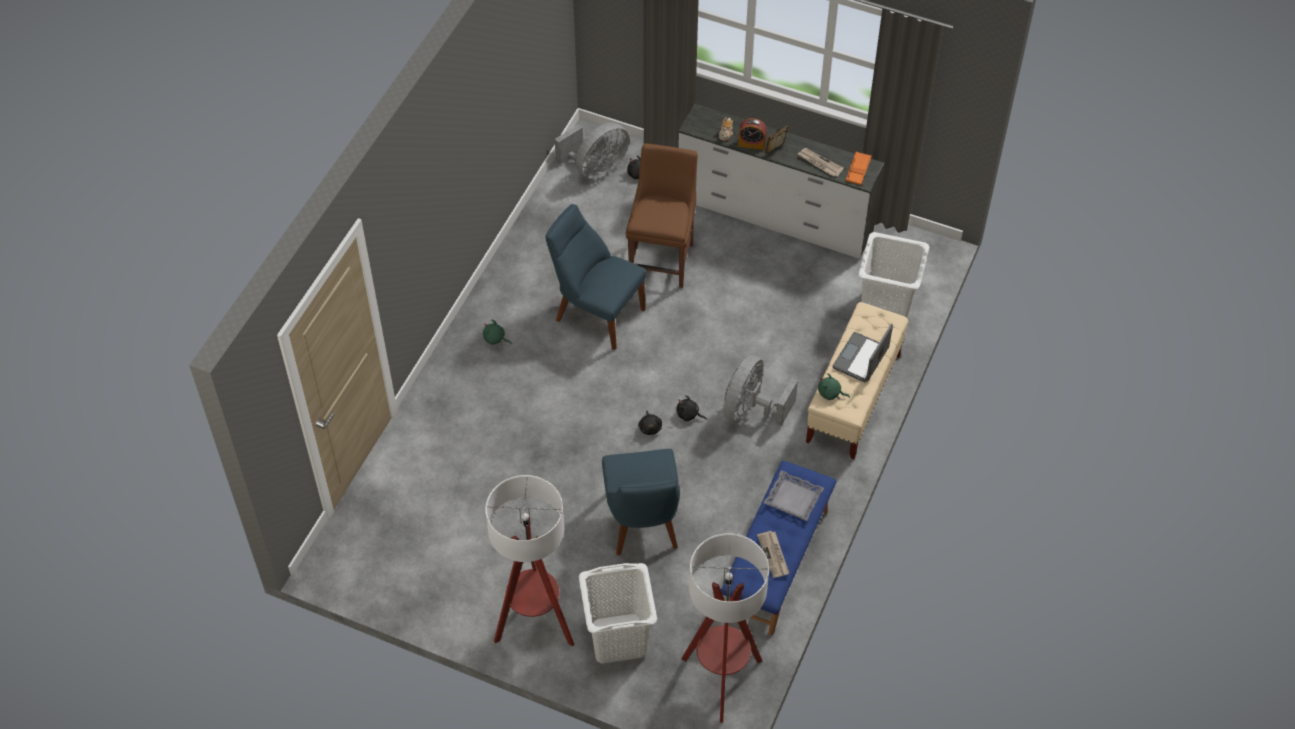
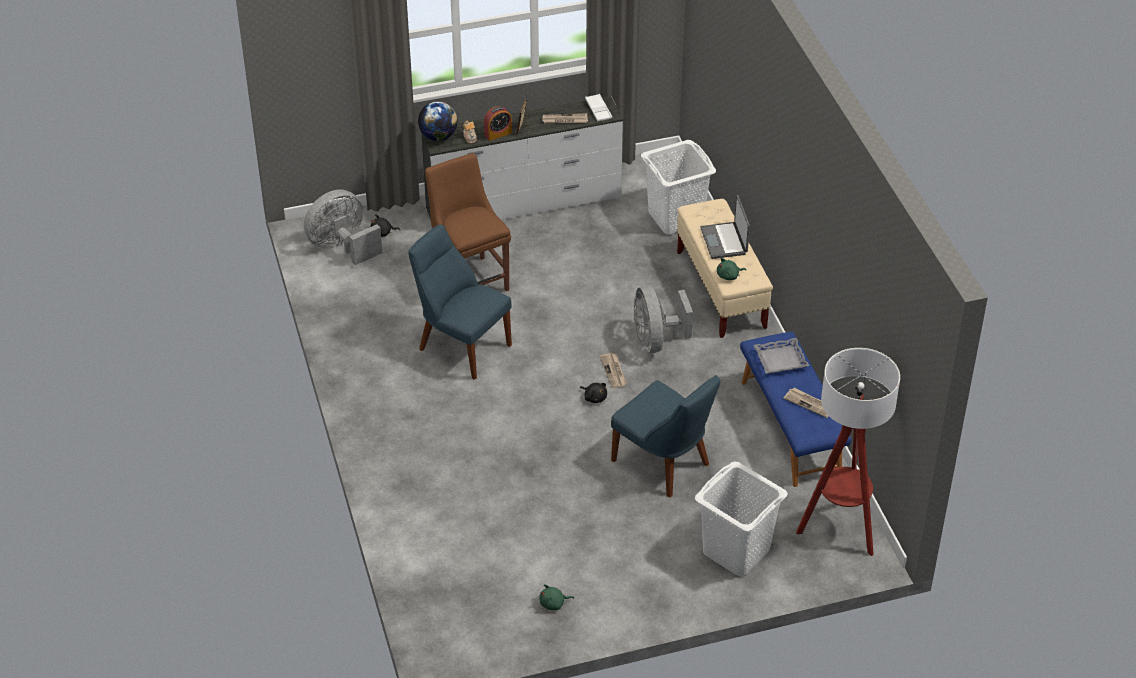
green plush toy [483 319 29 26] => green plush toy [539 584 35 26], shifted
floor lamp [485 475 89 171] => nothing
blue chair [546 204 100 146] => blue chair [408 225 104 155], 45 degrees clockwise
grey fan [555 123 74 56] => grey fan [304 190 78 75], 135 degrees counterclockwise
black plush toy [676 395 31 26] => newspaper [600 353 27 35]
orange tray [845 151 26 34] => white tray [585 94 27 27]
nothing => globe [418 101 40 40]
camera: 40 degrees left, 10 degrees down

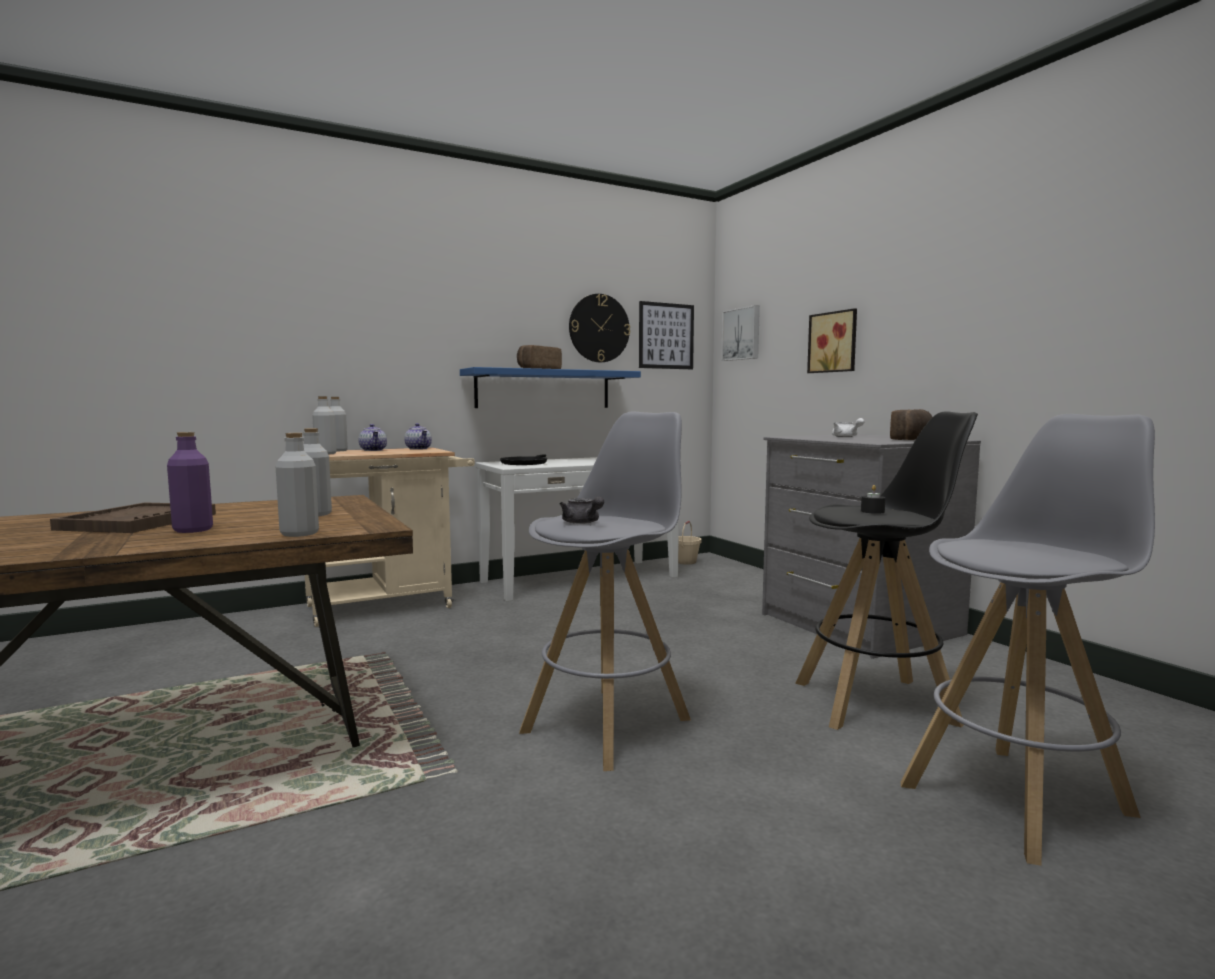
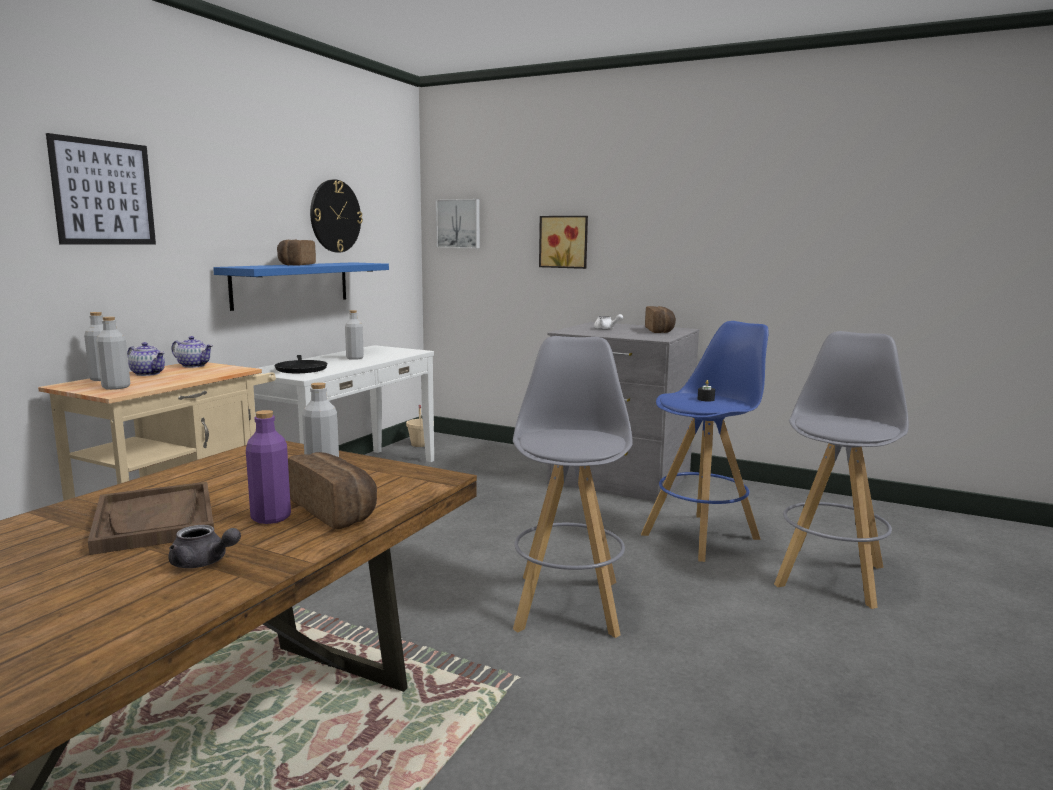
grey bottle [276 433 43 104] => grey bottle [345 310 19 50], shifted
grey teapot [560 496 44 28] => grey teapot [168 525 73 43], shifted
picture [639 301 55 68] => picture [46 133 110 112], shifted
black stool [795 411 183 319] => blue stool [641 321 128 241]
nothing => bread [288 452 89 77]
camera: 35 degrees left, 5 degrees up

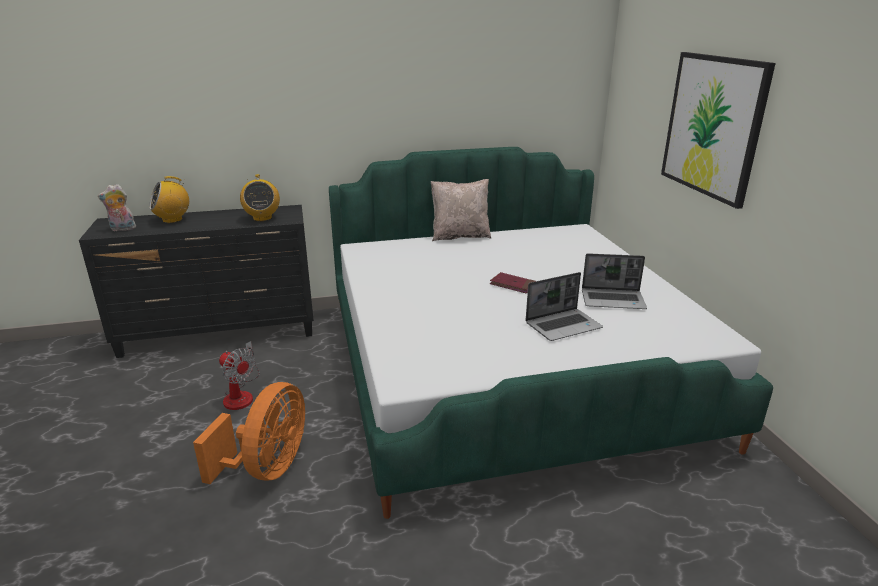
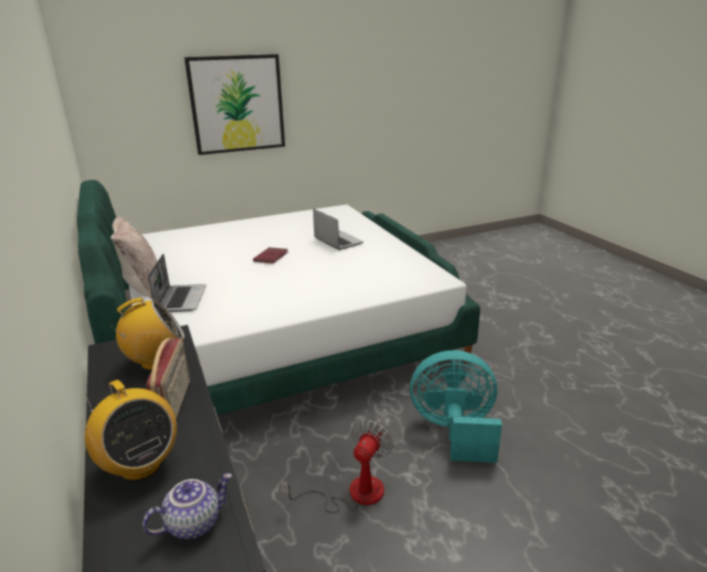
plush toy [98 184 38 47] => teapot [142 473 90 66]
orange fan [193 382 112 102] => turquoise fan [410 350 92 113]
laptop [582 253 65 56] => laptop [148 254 58 58], shifted
nothing => radio [146 338 44 80]
camera: 100 degrees left, 0 degrees up

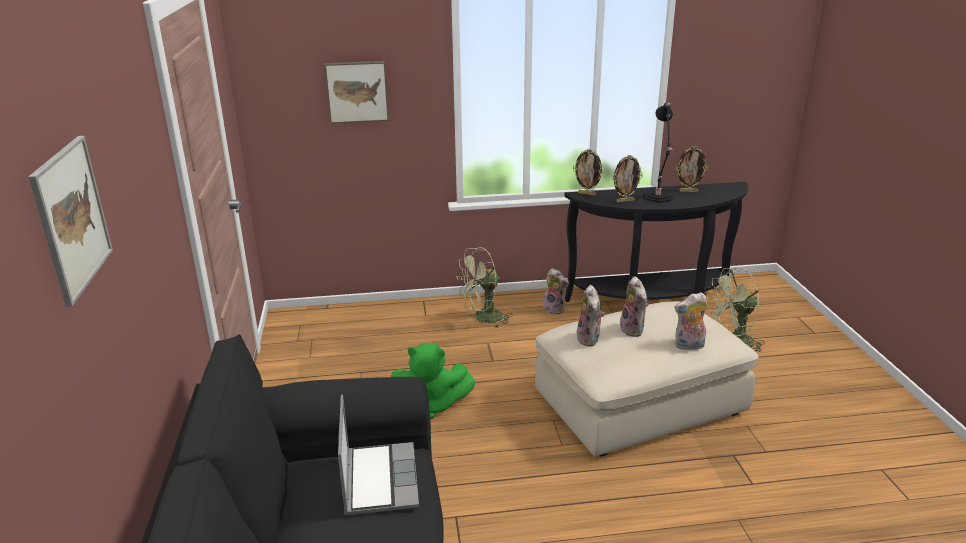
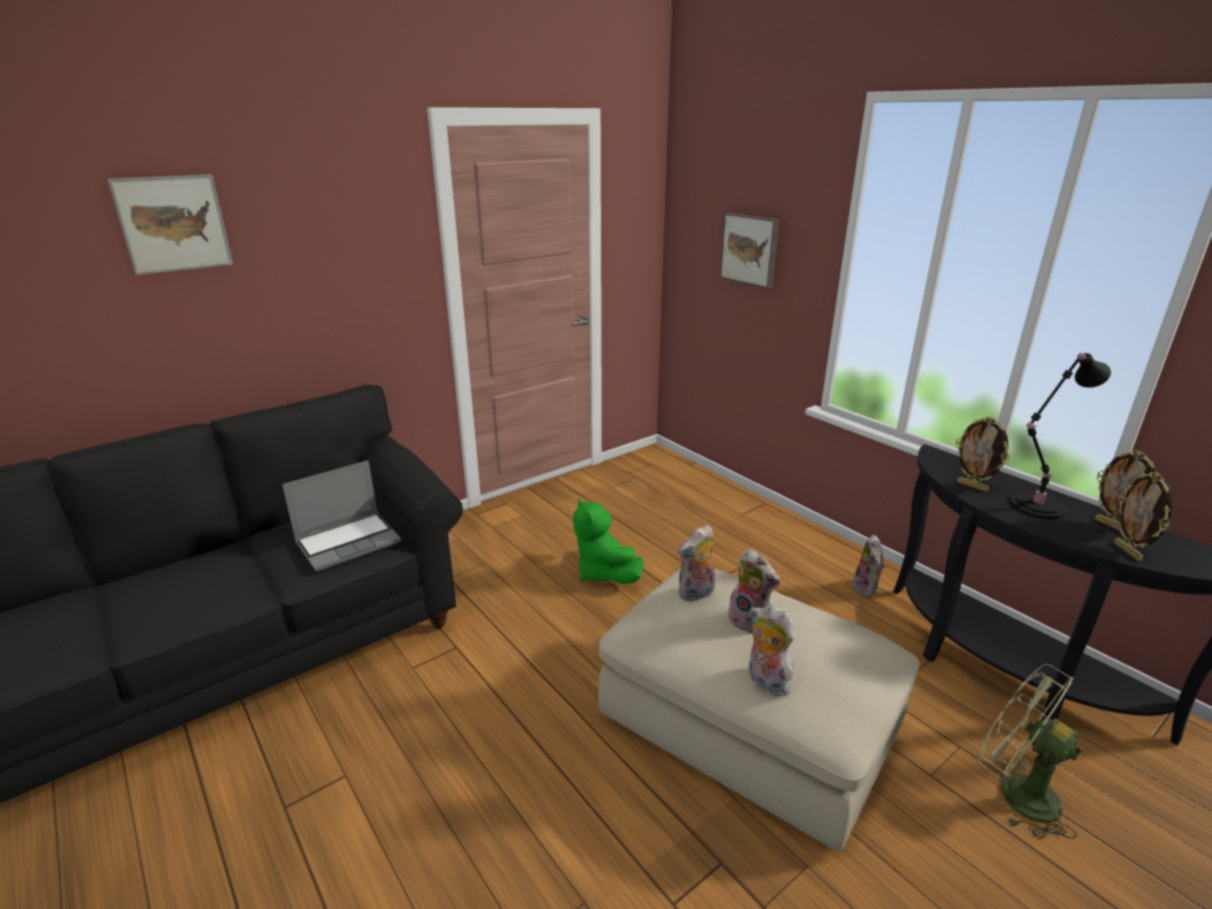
green fan [456 247 57 81] => nothing
picture frame [573 149 30 47] => picture frame [1114 472 59 89], shifted
plush toy [620 276 28 61] => plush toy [728 549 52 85], 90 degrees counterclockwise
camera: 60 degrees right, 0 degrees up

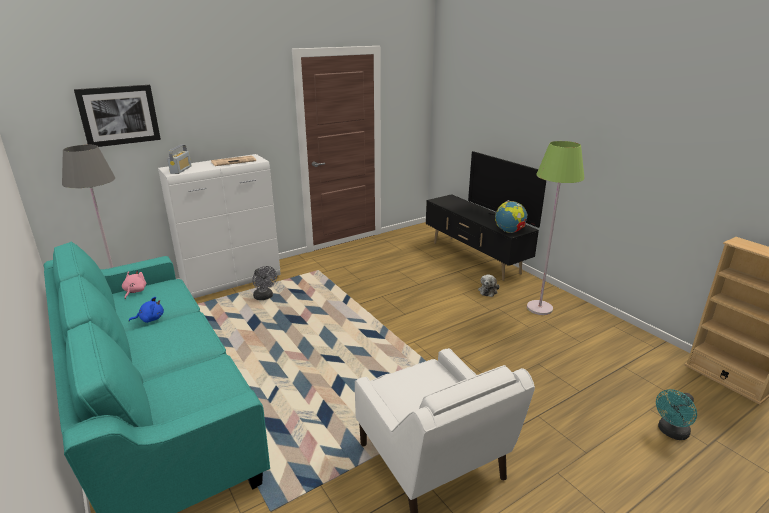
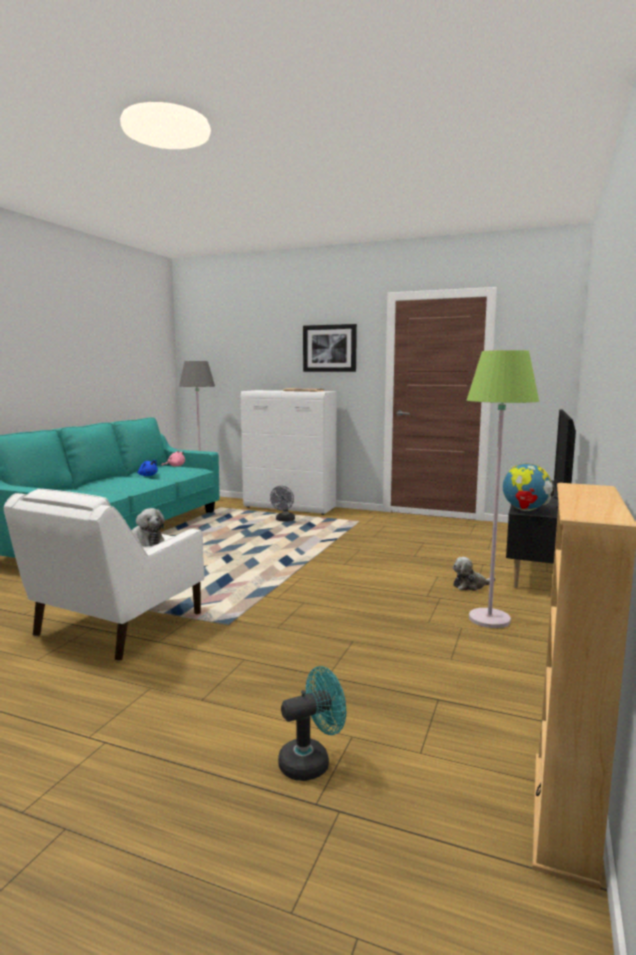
picture [74 85 87 62] => picture [303 324 54 48], shifted
radio [167 144 25 30] => nothing
turquoise fan [656 389 41 51] => turquoise fan [278 666 68 115], 135 degrees clockwise
nothing => plush toy [132 508 33 38]
camera: 55 degrees right, 15 degrees down

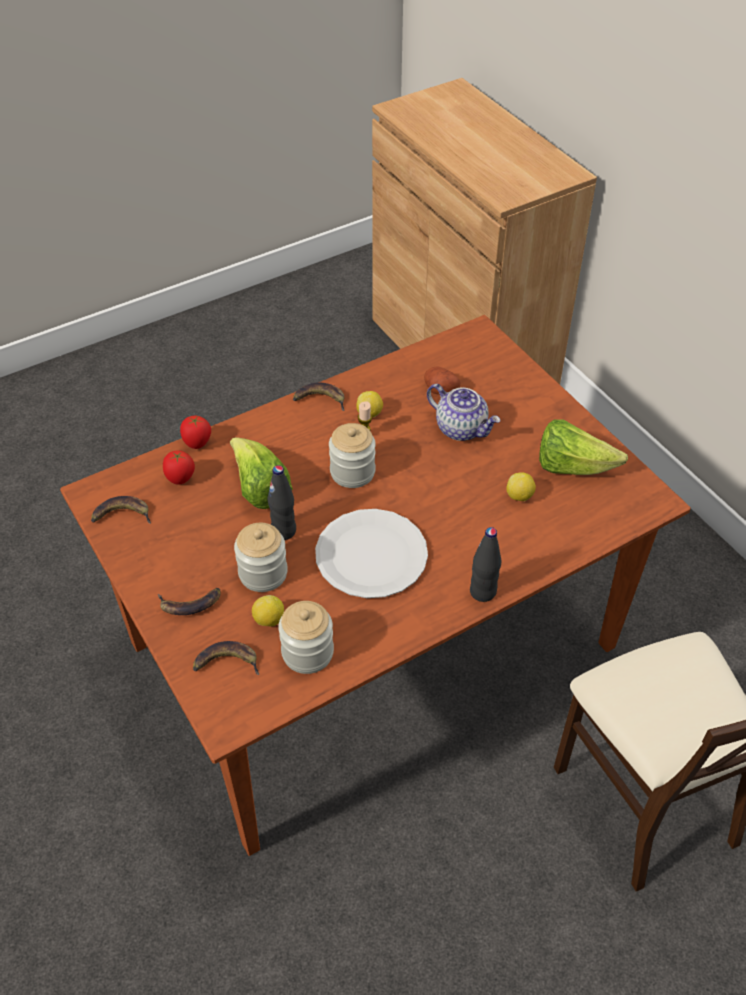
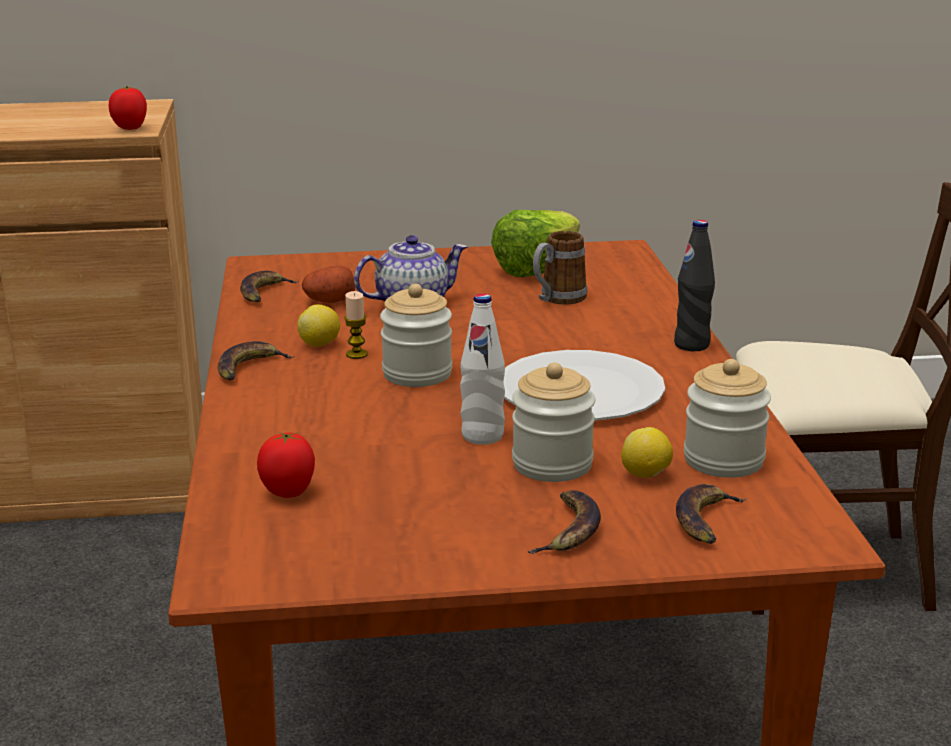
banana [91 496 60 28] => banana [240 271 59 31], shifted
tomato [180 415 31 34] => tomato [109 86 38 44], shifted
lettuce [230 437 63 72] => nothing
black bottle [267 465 29 75] => white bottle [460 294 45 151]
lemon [506 473 30 28] => mug [533 231 54 74]
camera: 65 degrees left, 25 degrees down

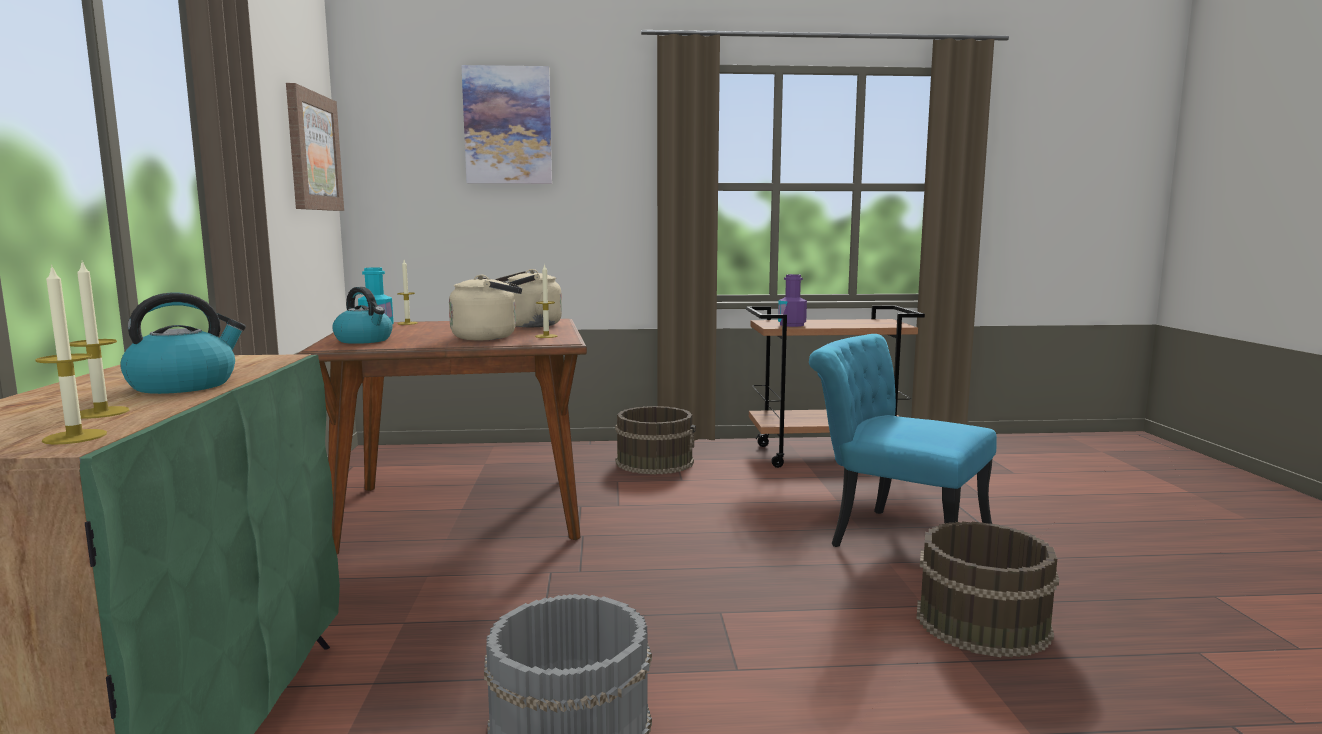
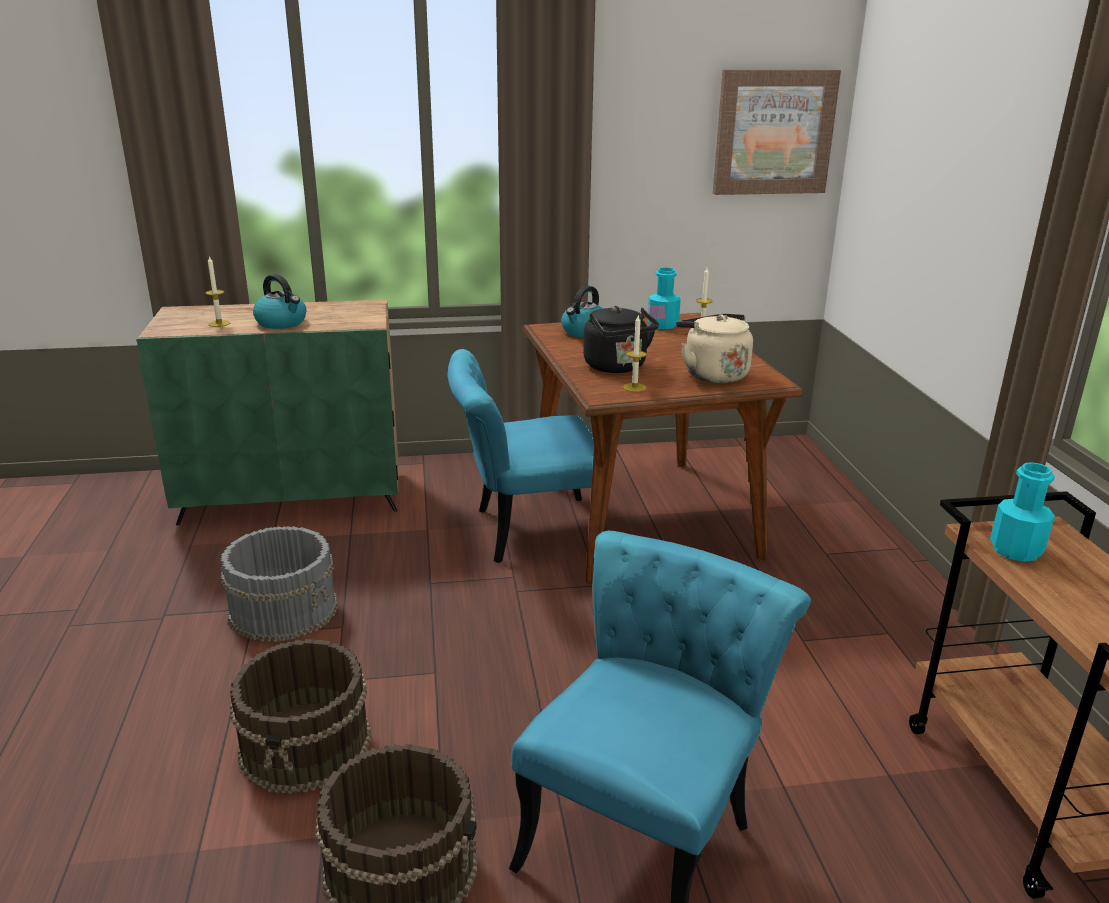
candle [35 265 72 180] => nothing
beige kettle [449 275 73 65] => black kettle [583 306 76 67]
picture [461 65 91 119] => nothing
brown bucket [615 406 81 68] => brown bucket [230 639 141 155], shifted
purple bottle [778 274 29 53] => turquoise bottle [990 462 65 100]
nothing => turquoise chair [447 349 158 214]
camera: 85 degrees right, 15 degrees up

